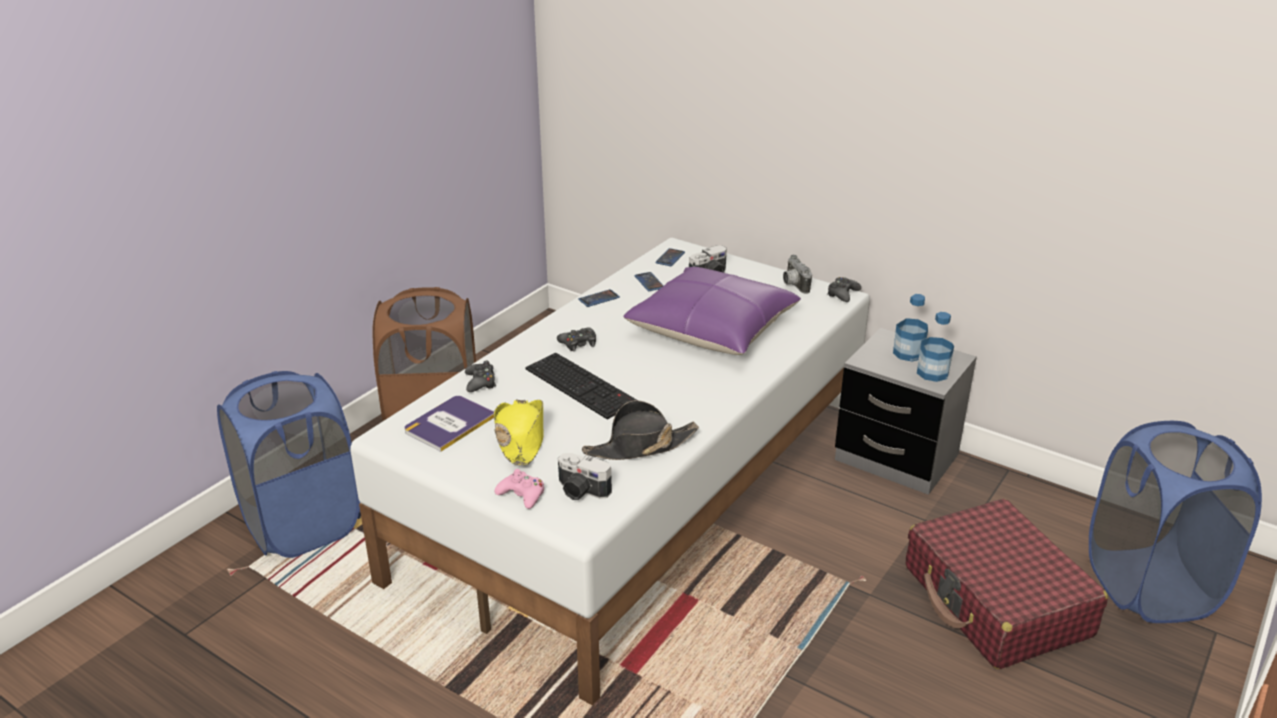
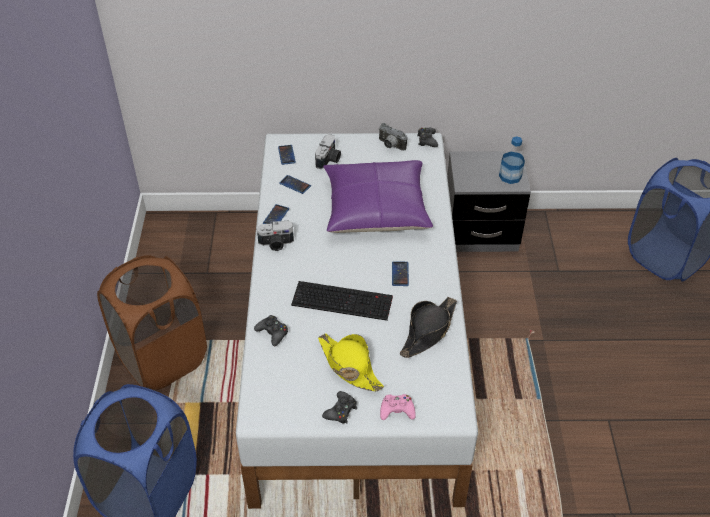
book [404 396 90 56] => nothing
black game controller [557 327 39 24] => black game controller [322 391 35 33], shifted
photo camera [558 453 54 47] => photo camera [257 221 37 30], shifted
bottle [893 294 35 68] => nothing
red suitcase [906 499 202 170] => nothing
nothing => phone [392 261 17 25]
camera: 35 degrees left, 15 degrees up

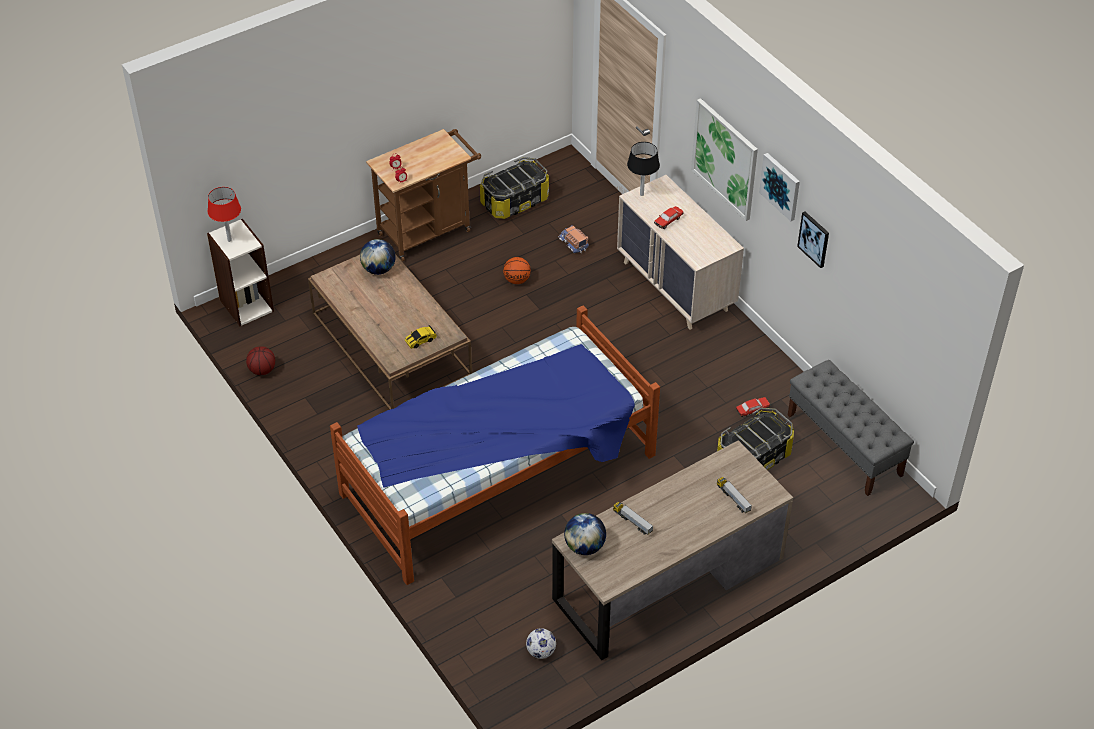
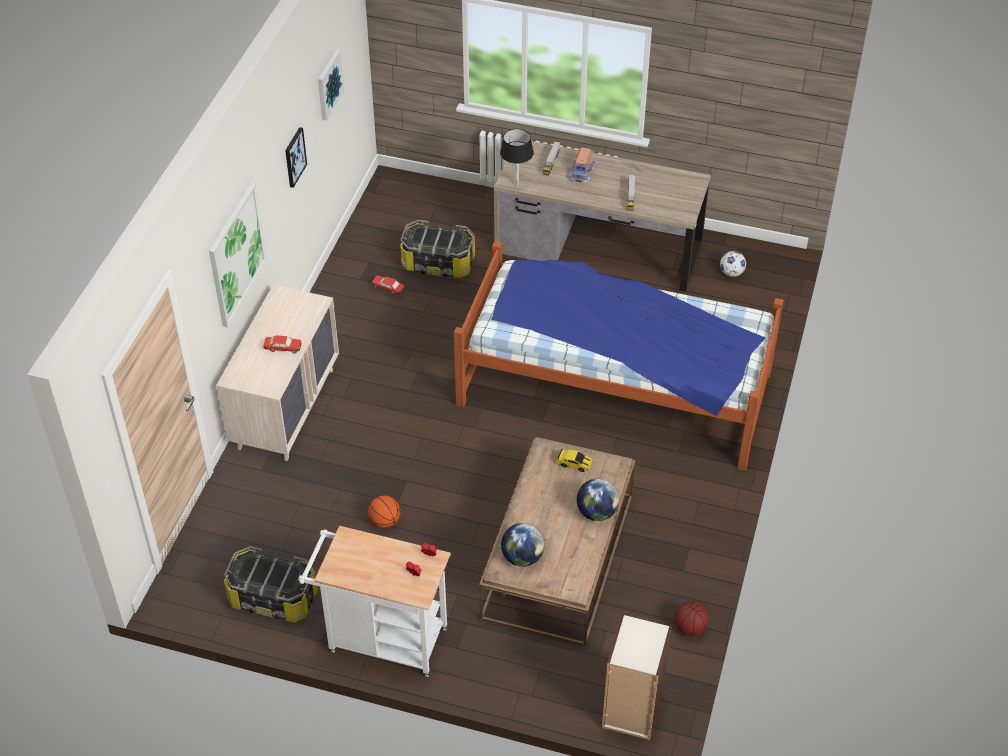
red table lamp [208 187 33 55] => nothing
brown cart [366 129 115 133] => white cart [298 526 153 151]
toy truck [558 226 31 27] => toy truck [569 147 26 36], shifted
globe [564 513 42 42] => globe [577 478 42 43], shifted
black table lamp [627 142 33 54] => black table lamp [500 129 34 57], shifted
picture [759 153 41 68] => picture [318 50 26 71], shifted
grey bench [787 360 127 136] => nothing
camera: 130 degrees left, 0 degrees up

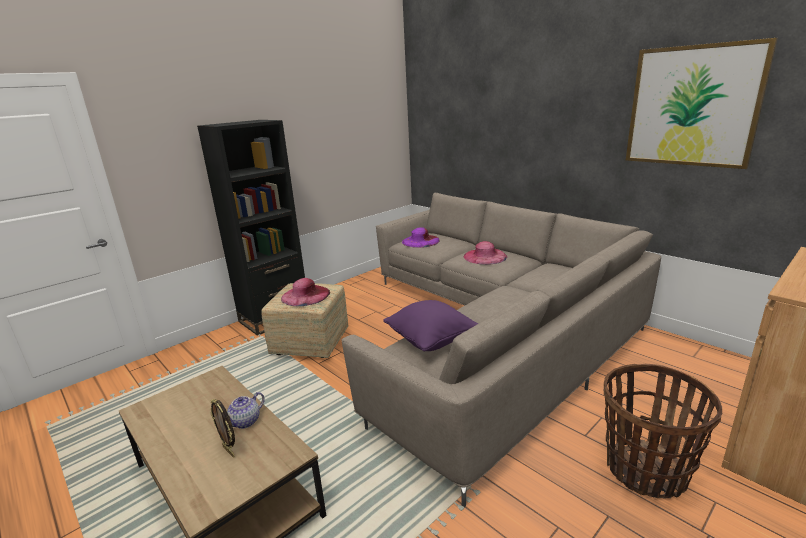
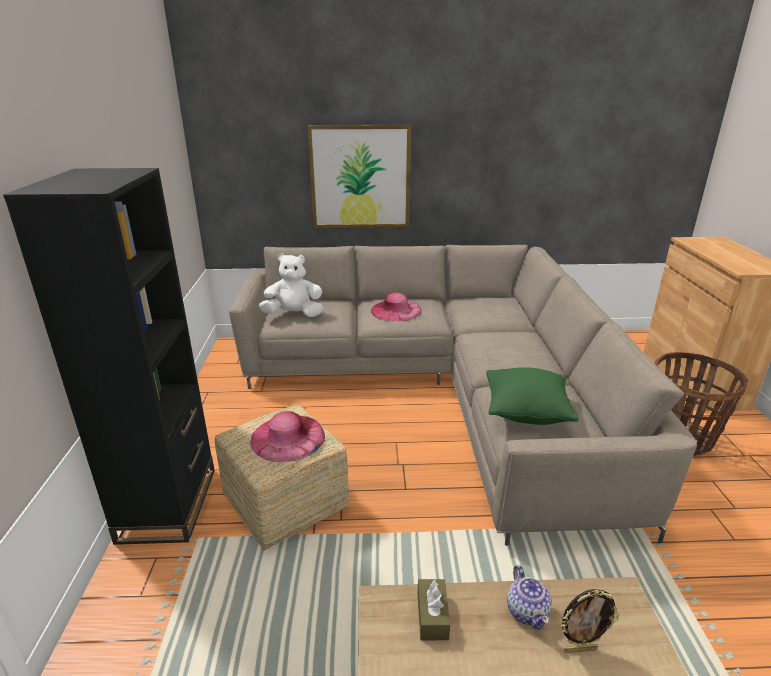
purple pillow [383 300 95 51] => green pillow [486 367 93 58]
purple hat [402 227 38 21] => white plush toy [259 253 64 64]
picture [626 38 152 131] => picture [307 125 104 103], shifted
nothing => brown tissue box [418 579 32 61]
camera: 50 degrees left, 5 degrees up

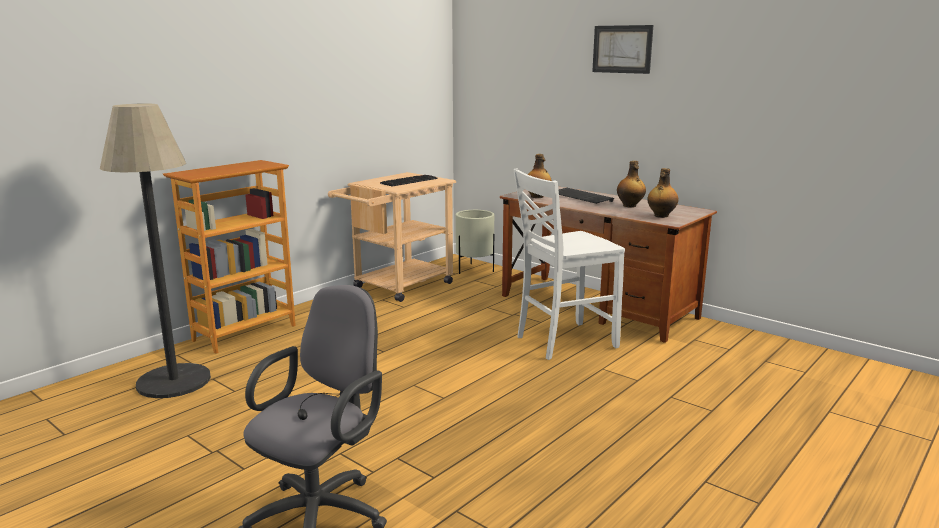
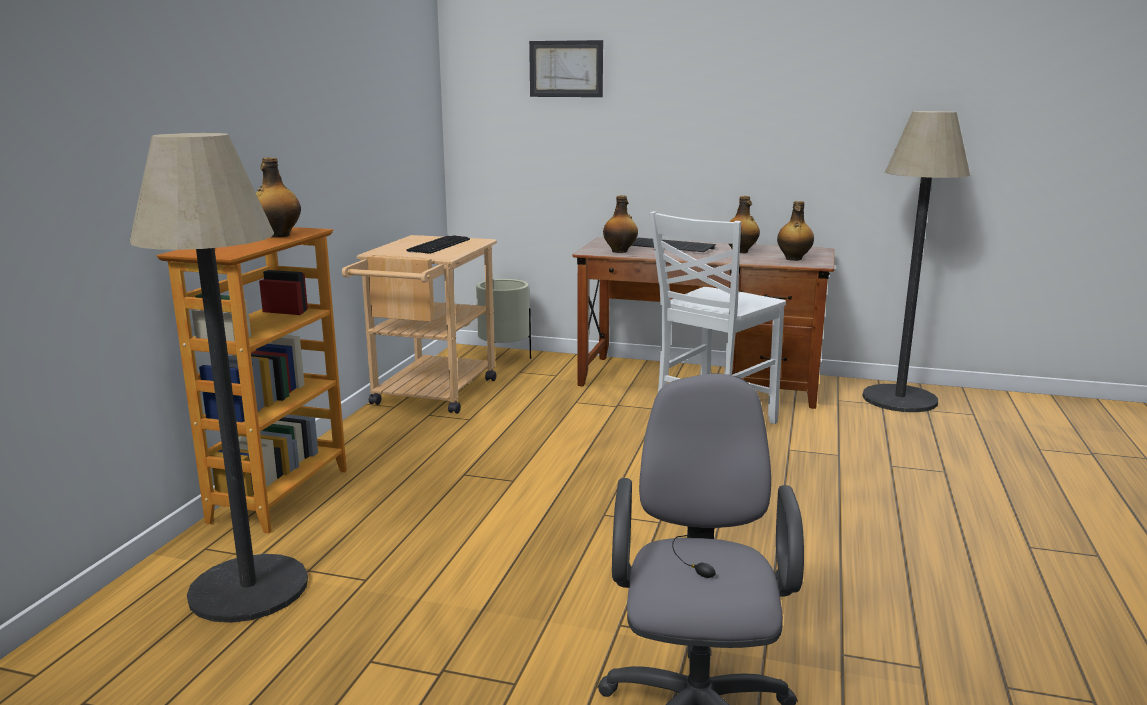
picture [592 25 61 49] => picture [529 40 74 57], shifted
nothing => bottle [256 157 45 81]
nothing => floor lamp [862 111 108 301]
camera: 25 degrees left, 0 degrees up

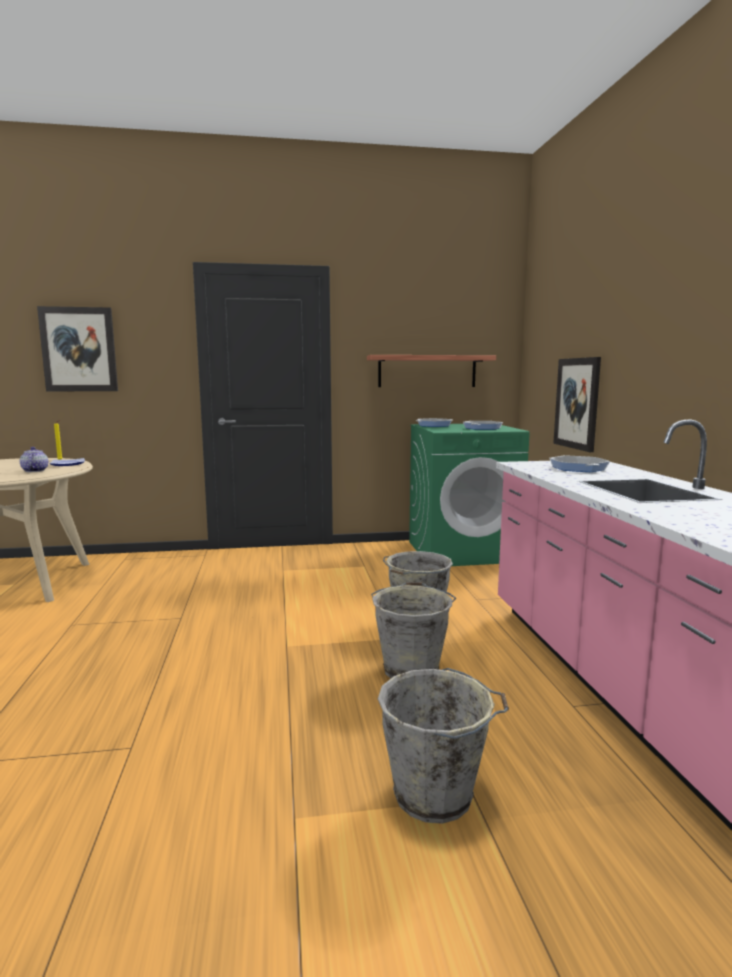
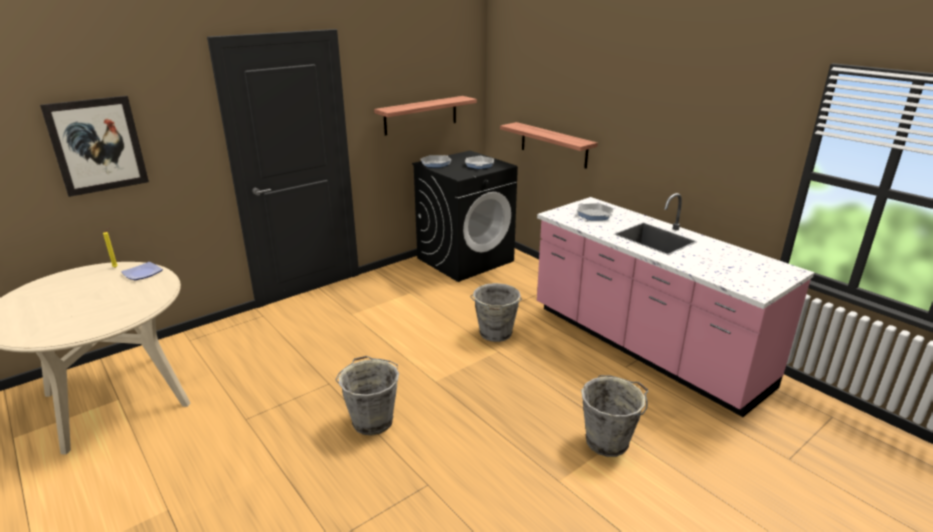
teapot [20 447 28 25] => nothing
grey bucket [371 582 85 97] => grey bucket [336 356 63 79], shifted
green washing machine [409 424 121 142] => black washing machine [412 151 106 131]
picture [553 357 48 95] => shelf [500 122 98 47]
camera: 30 degrees left, 15 degrees up

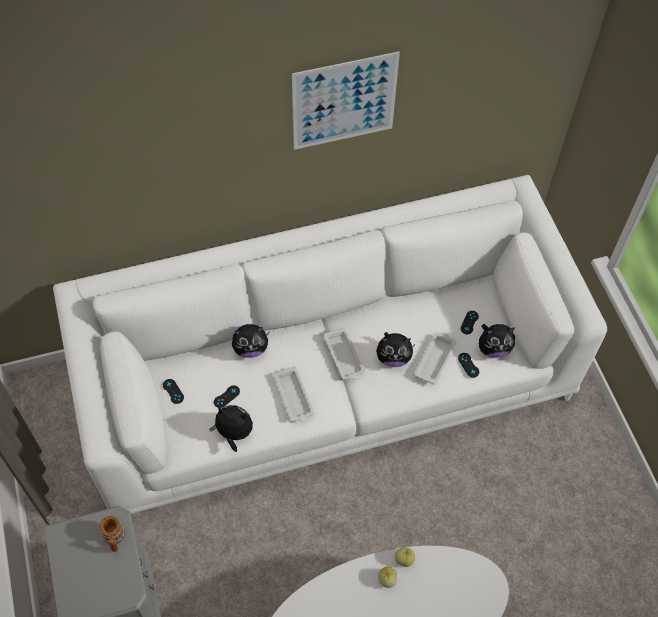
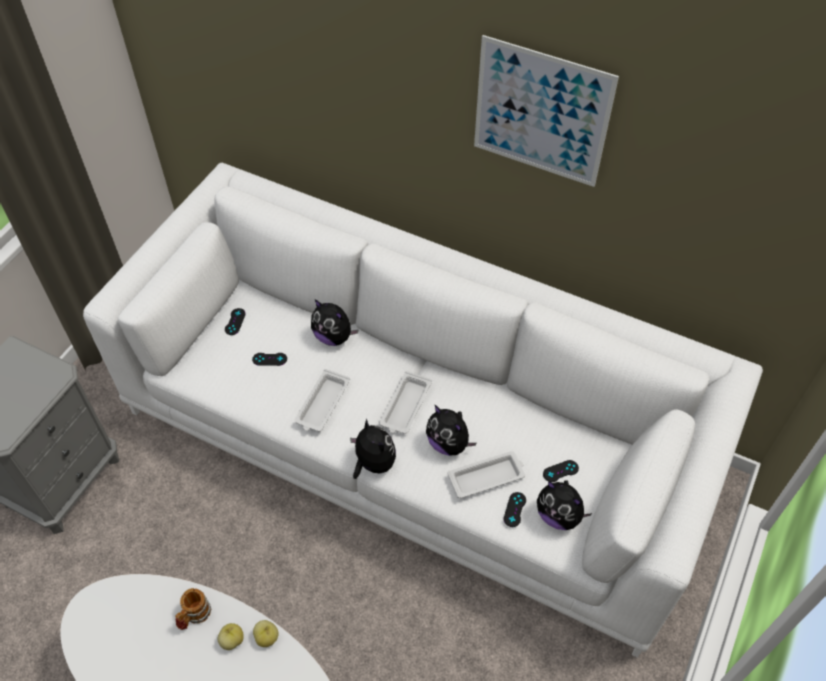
mug [99 516 26 36] => mug [175 588 36 42], shifted
plush toy [209 405 44 47] => plush toy [350 419 46 60], shifted
camera: 45 degrees right, 5 degrees down

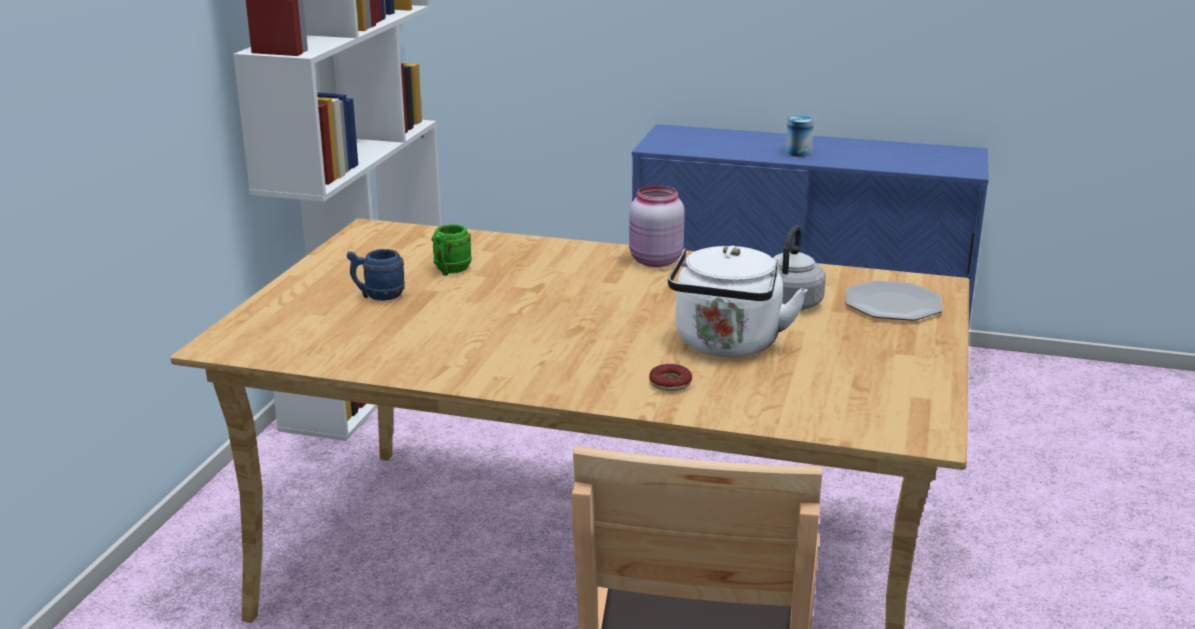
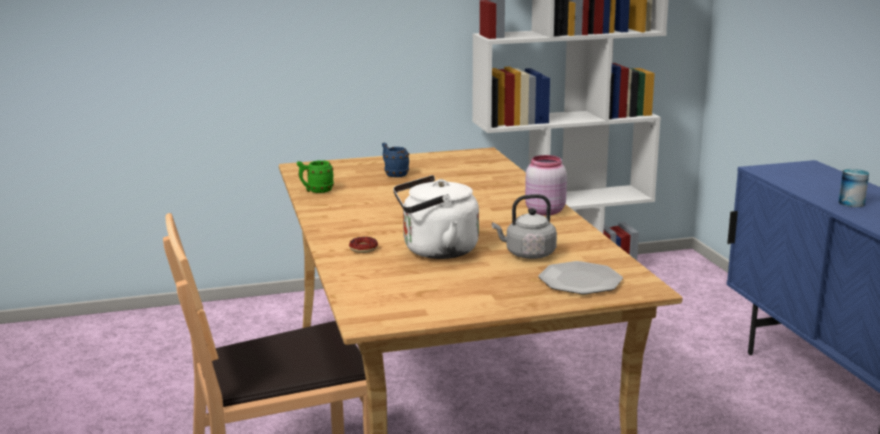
green mug [432 224 40 52] => green mug [297 160 37 33], shifted
camera: 60 degrees right, 5 degrees down

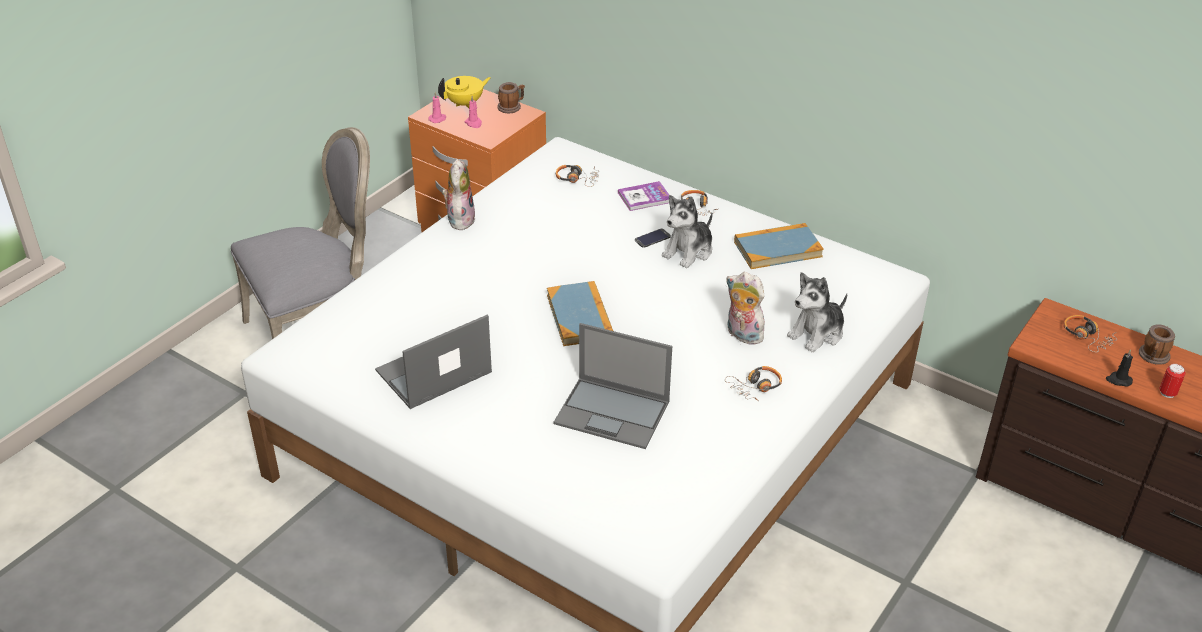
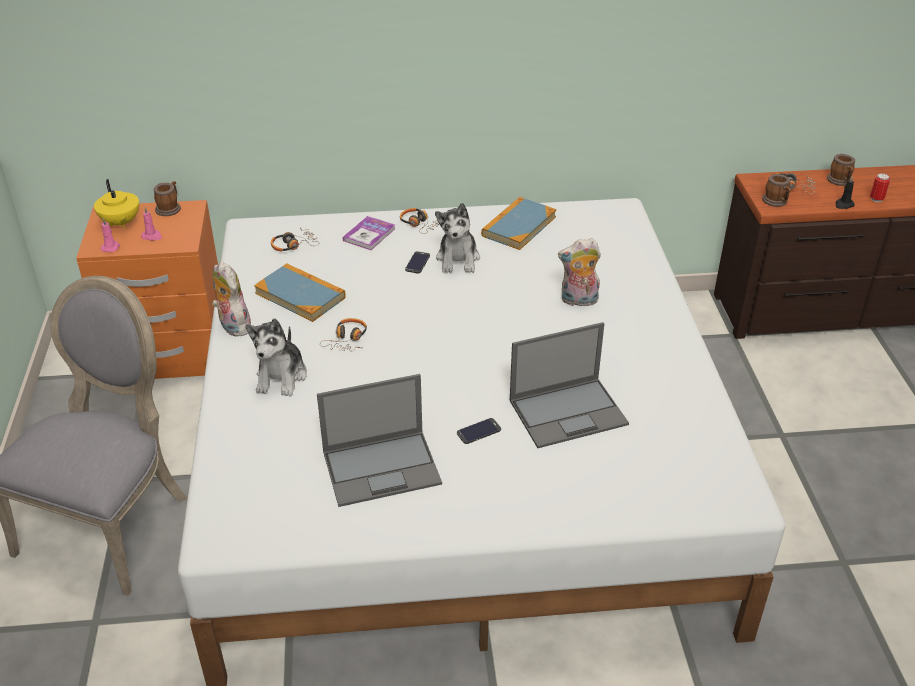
laptop [375 315 117 94] => laptop [317 374 125 133], 120 degrees counterclockwise
yellow teapot [438 76 53 32] => yellow teapot [94 179 45 49], 135 degrees clockwise
book [547 281 66 65] => book [254 263 92 59], shifted
headphones [725 366 57 35] => headphones [320 318 47 33], shifted
plush toy [787 272 60 80] => plush toy [245 318 62 79], shifted
nothing => phone [457 418 44 26]
nothing => mug [762 174 29 33]
camera: 40 degrees left, 0 degrees up

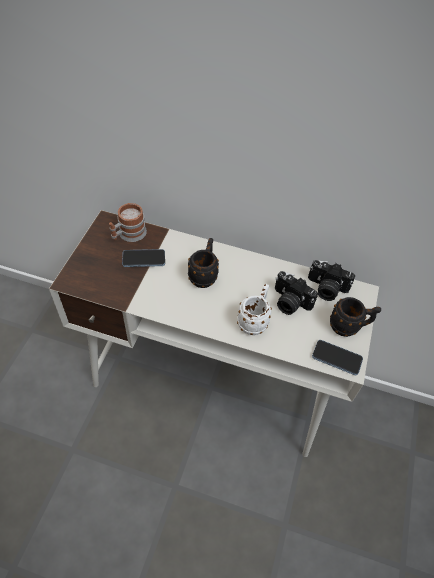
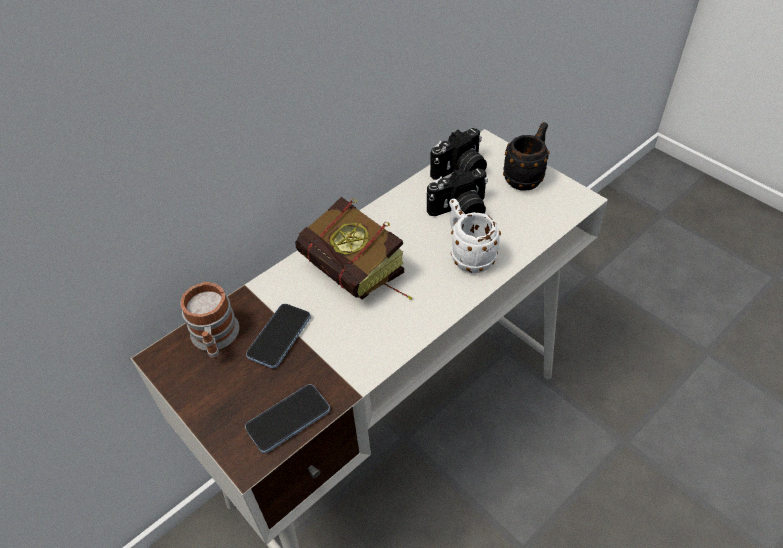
black mug [188 238 31 50] => book [295 197 118 103]
phone [312 340 51 35] => phone [245 384 85 69], shifted
camera: 55 degrees left, 5 degrees down

